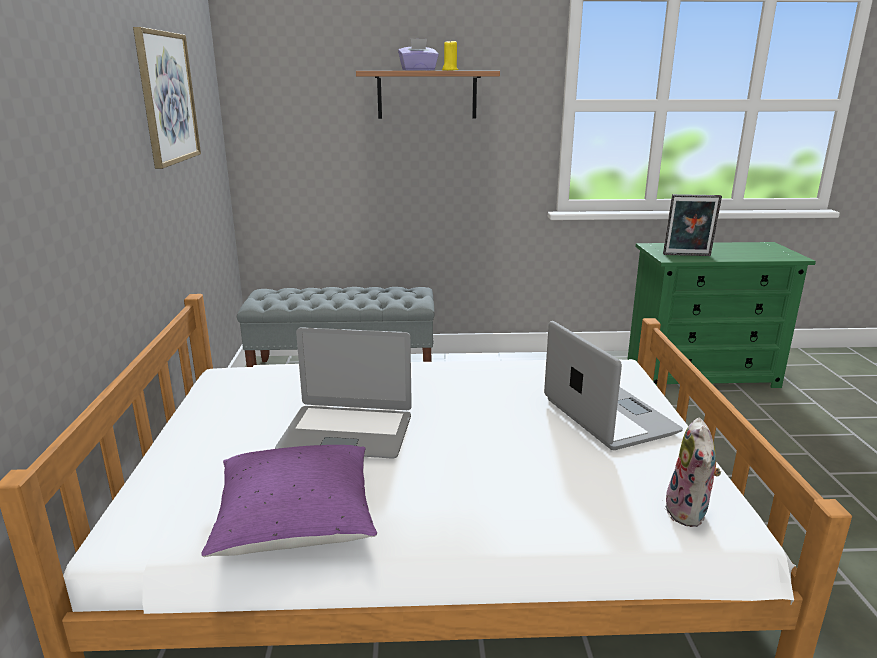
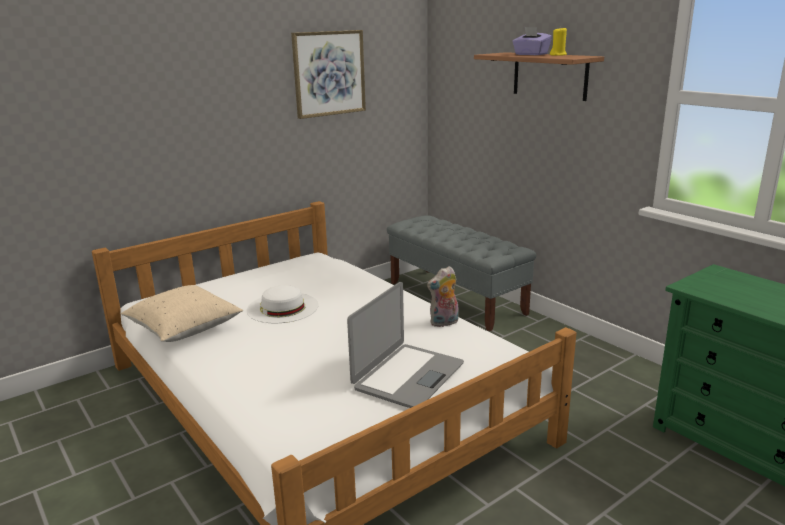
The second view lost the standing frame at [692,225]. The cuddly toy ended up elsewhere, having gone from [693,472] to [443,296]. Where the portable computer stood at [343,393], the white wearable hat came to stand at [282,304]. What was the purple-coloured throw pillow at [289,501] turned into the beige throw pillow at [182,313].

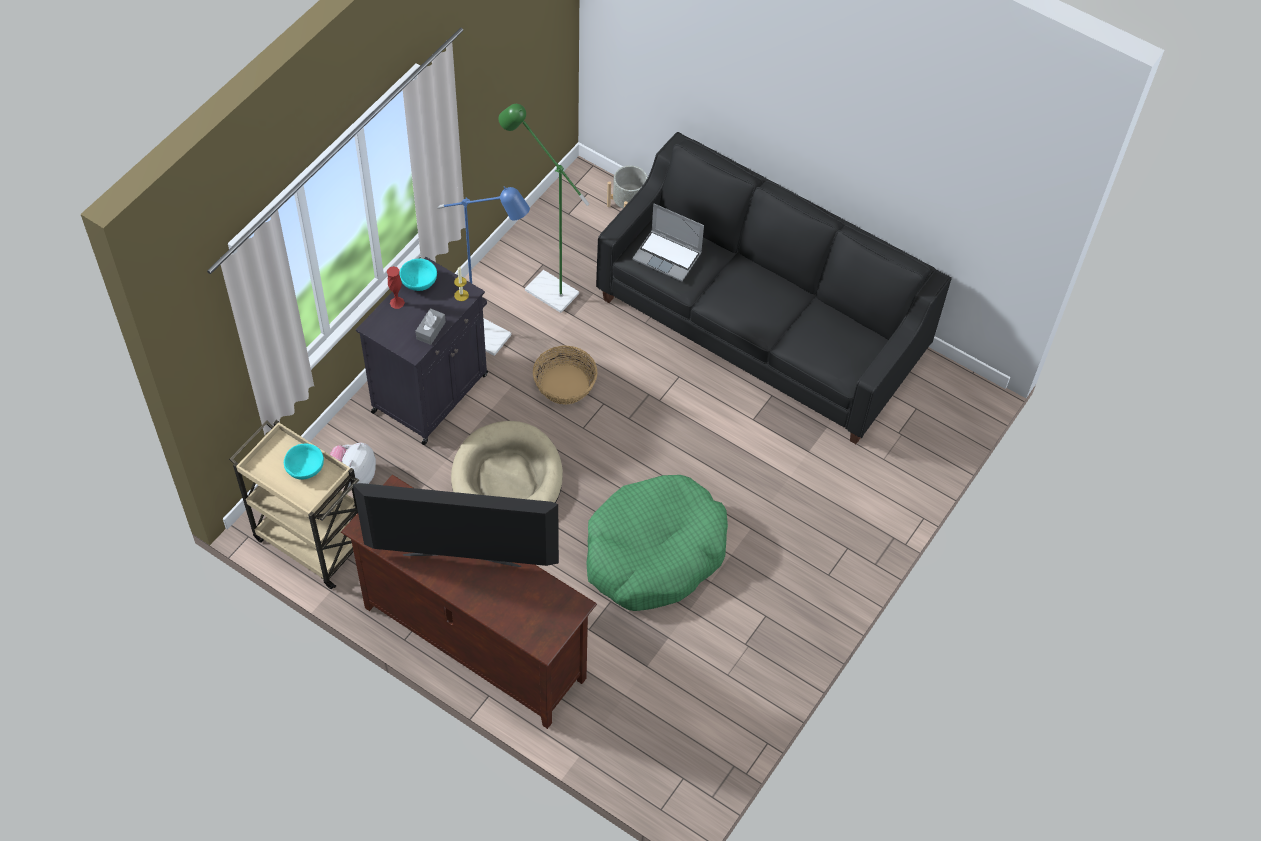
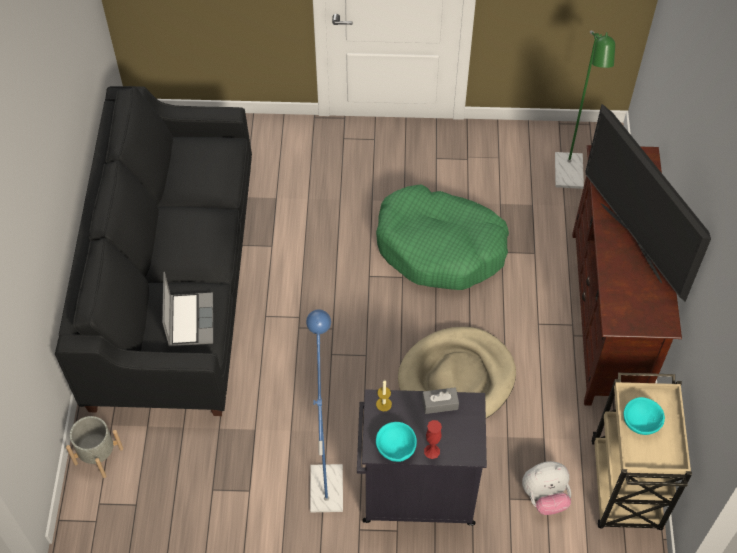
The second view lost the storage basket at [565,375]. The greenish standard lamp ended up elsewhere, having gone from [544,208] to [585,109].

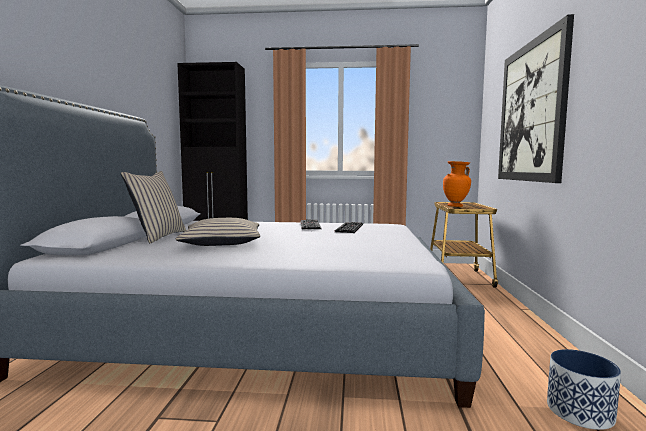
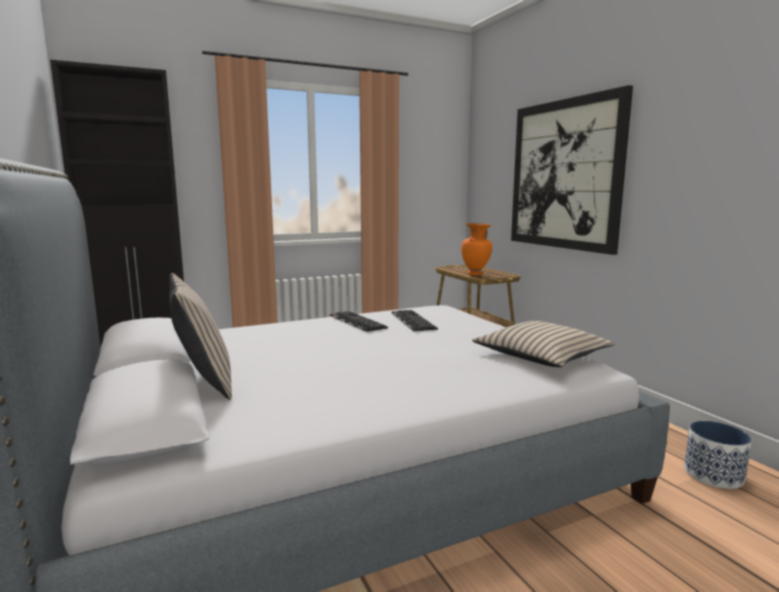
The beige throw pillow ended up elsewhere, having gone from [218,232] to [543,344].

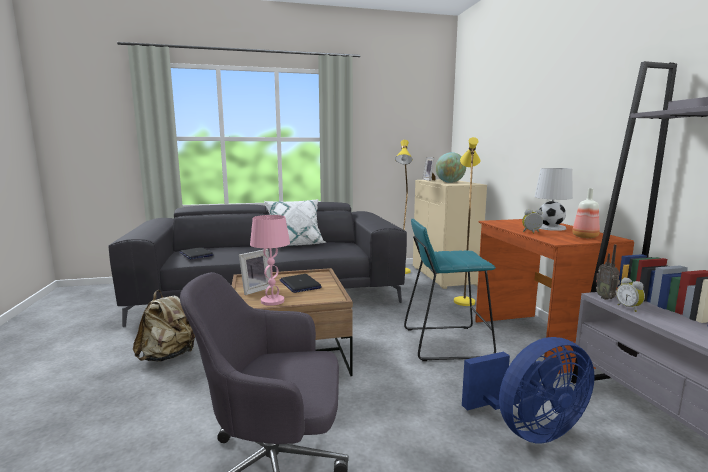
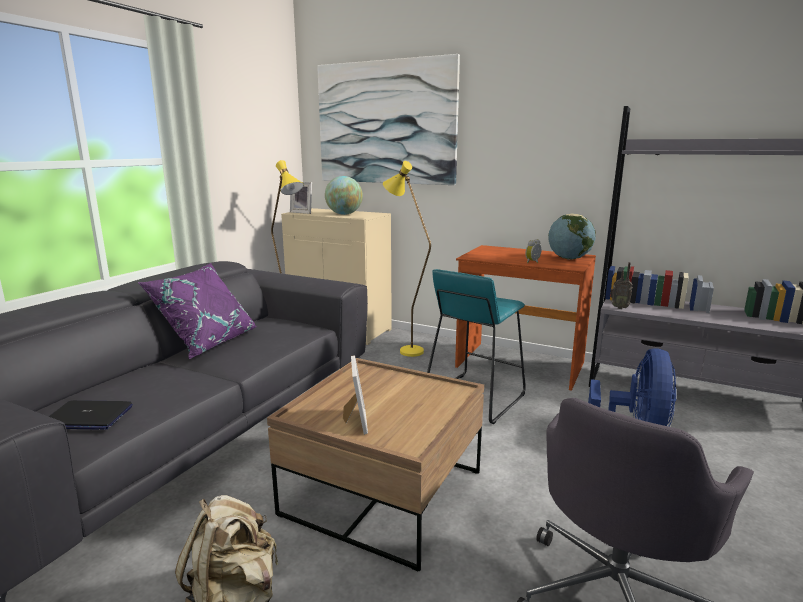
The second view lost the pink table lamp at [270,260]. The second view lost the portable computer at [301,283]. The second view lost the white table lamp at [554,199]. The second view lost the bedside clock at [630,294]. The second view gained the wall picture at [388,119]. Where the bottle stood at [586,213], the globe came to stand at [572,236]. What was the white throw pillow at [295,222] turned into the purple-coloured throw pillow at [197,311].

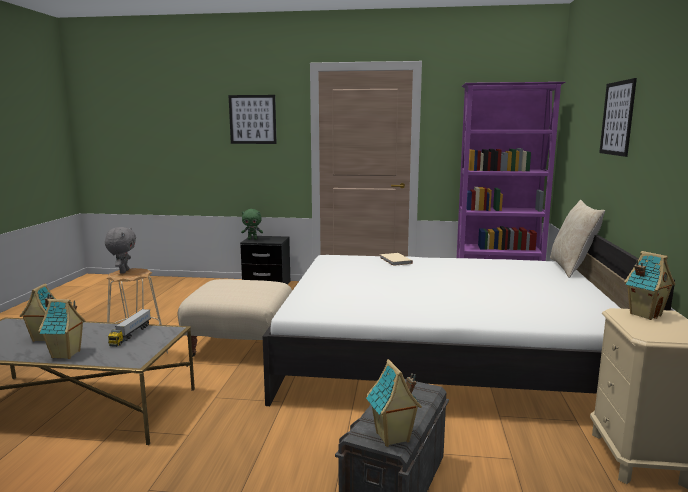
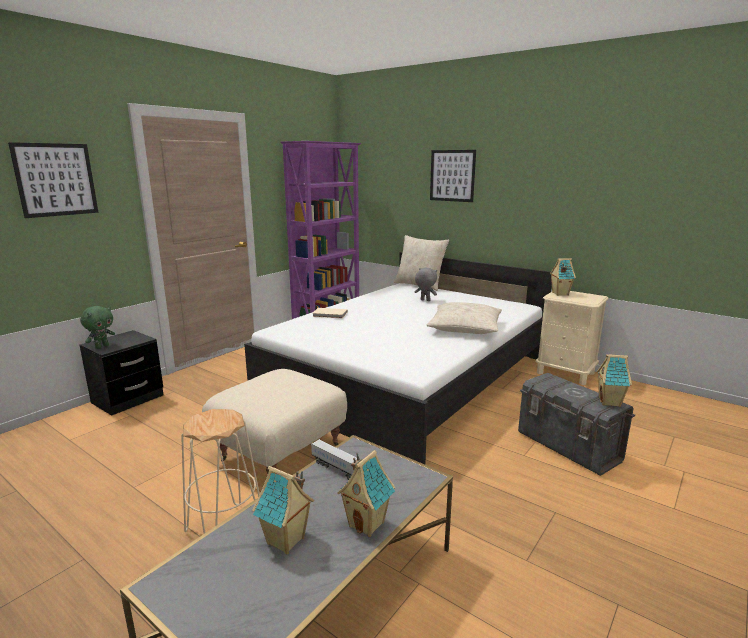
The second view gained the beige throw pillow at [464,318]. The greyish cuddly toy ended up elsewhere, having gone from [120,250] to [426,284].

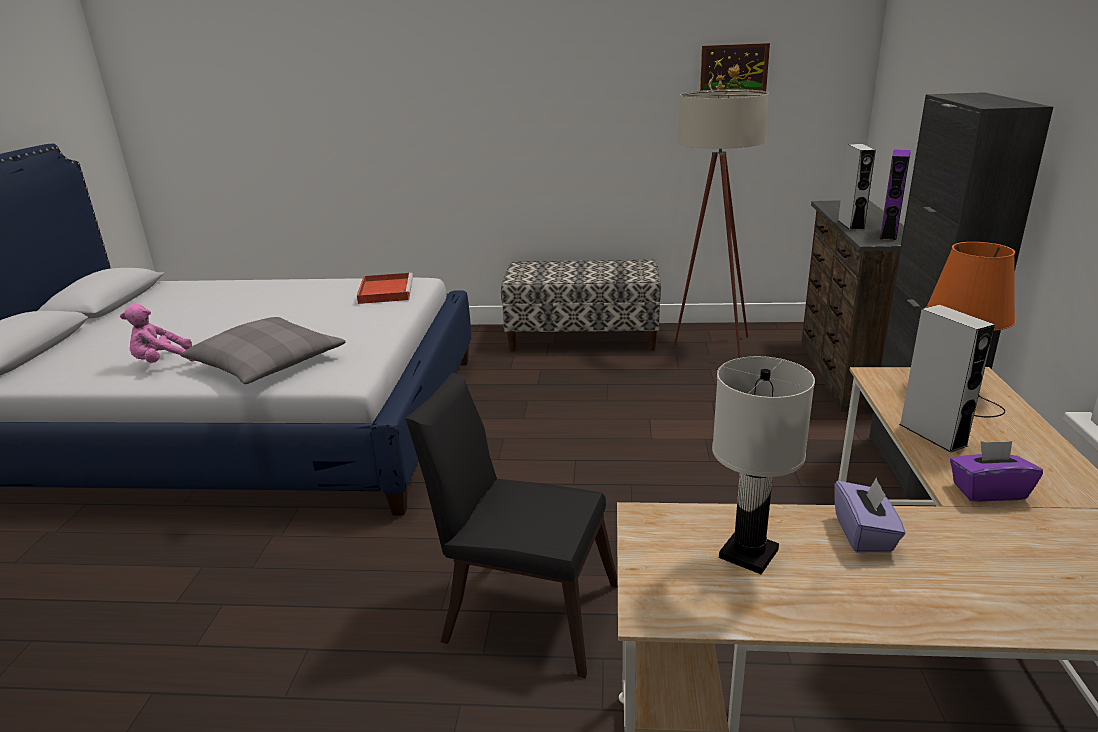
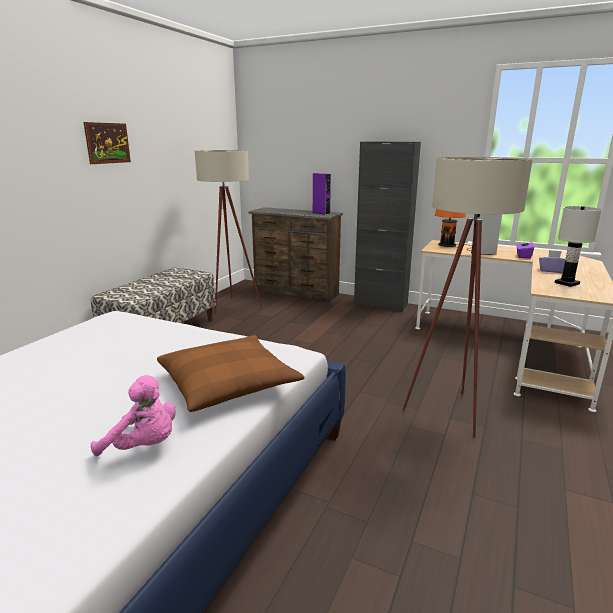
The second view lost the red carrying tray at [385,288]. The second view lost the greyish audio speaker at [857,187]. The wall picture ended up elsewhere, having gone from [735,67] to [107,143]. Where the black-coloured chair stood at [512,525], the beige standard lamp came to stand at [468,297]. What was the greyish throw pillow at [264,350] turned into the brown-coloured throw pillow at [230,373]. The pink cuddly toy at [157,333] ended up facing another way, 60 degrees counterclockwise from before.

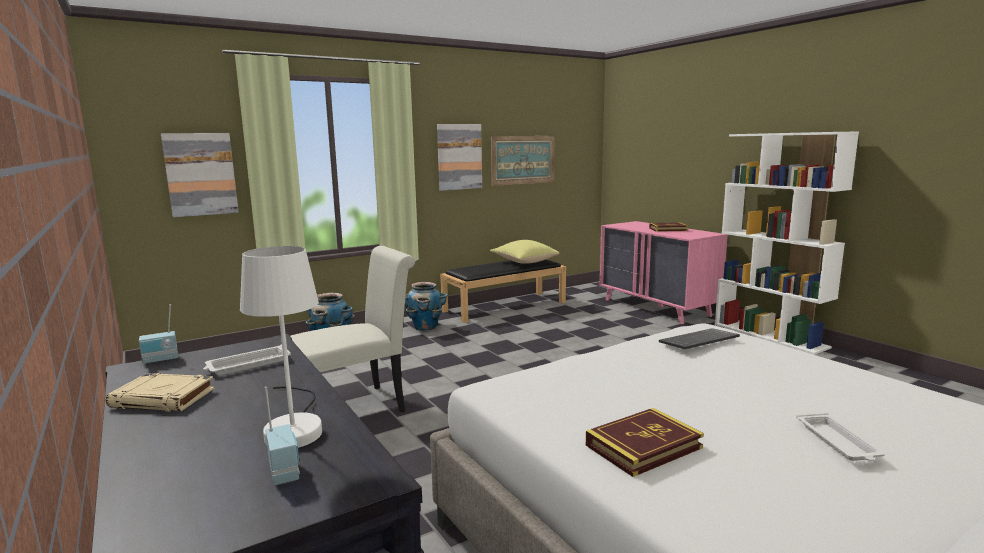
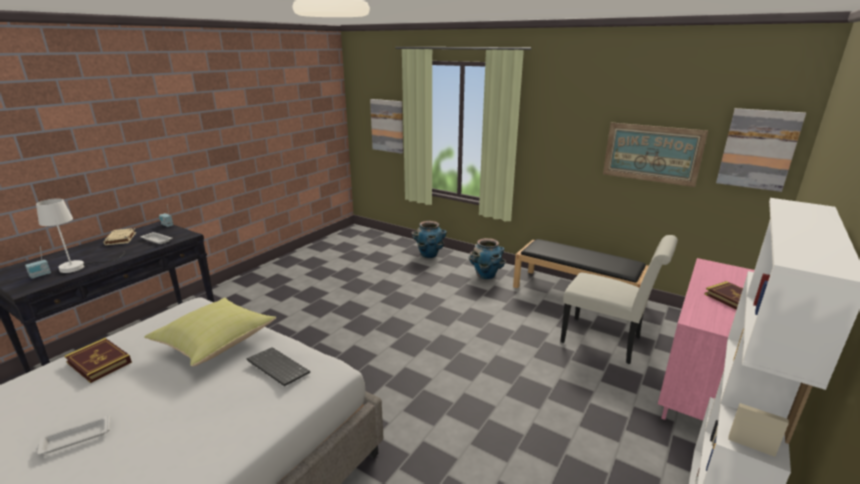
The white chair ended up elsewhere, having gone from [352,329] to [619,299]. The wall picture ended up elsewhere, having gone from [459,157] to [761,150]. The yellow throw pillow ended up elsewhere, having gone from [524,252] to [210,332].

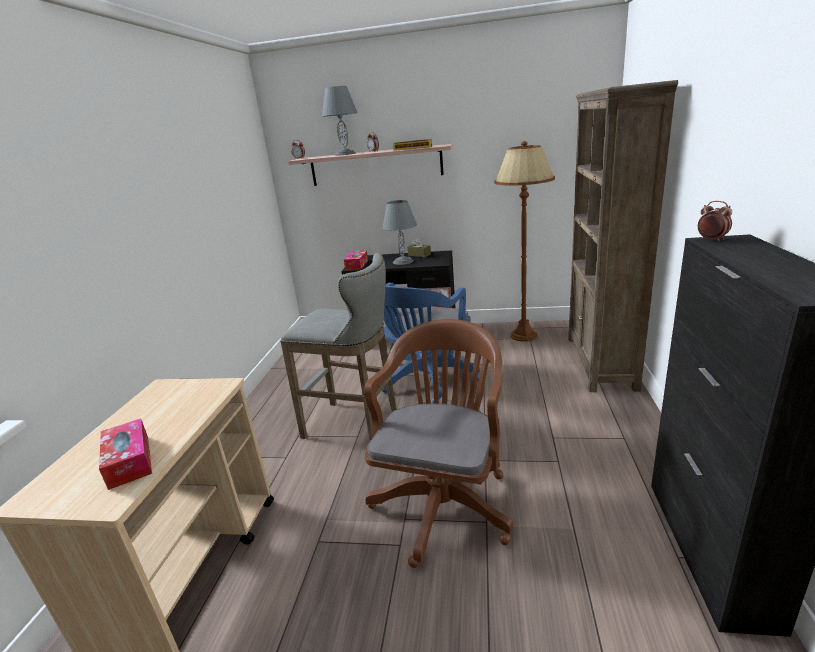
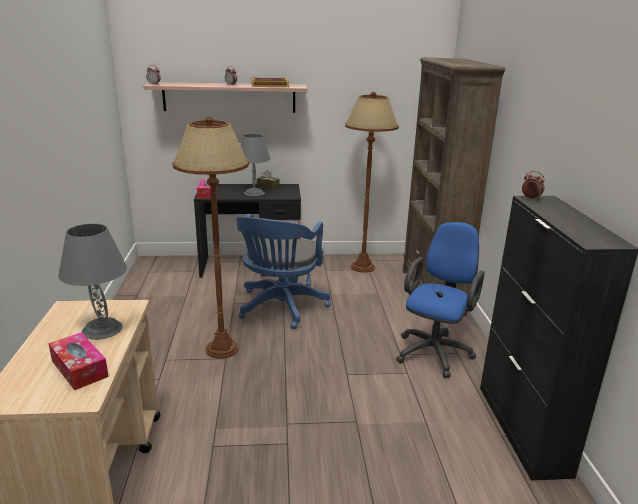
The second view lost the brown-coloured desk chair at [438,443]. The second view gained the bluish desk chair at [440,300]. The greyish table lamp ended up elsewhere, having gone from [340,121] to [92,281]. Where the greyish sitting stool stood at [338,347], the brown-coloured standard lamp came to stand at [210,238].

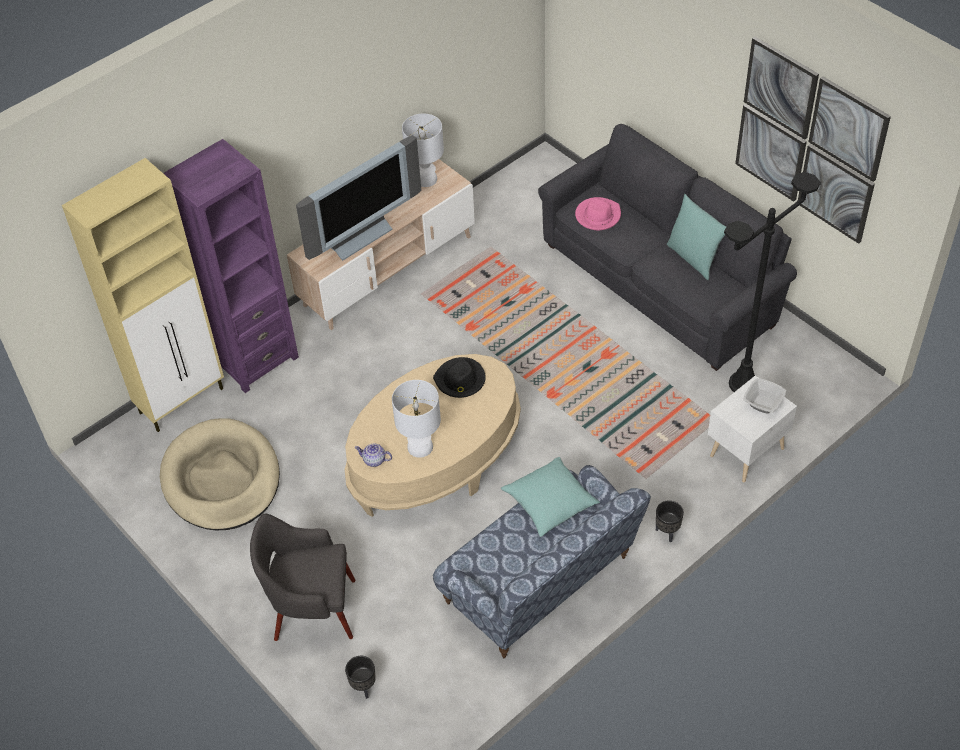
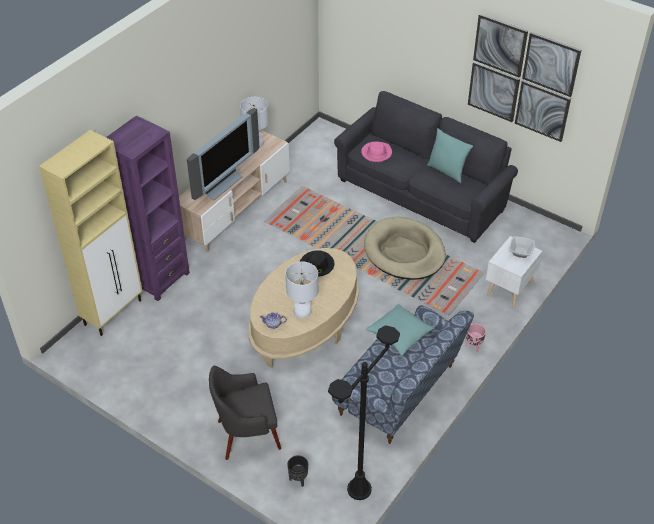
The beige dog bed ended up elsewhere, having gone from [220,474] to [405,248]. The black-coloured standard lamp ended up elsewhere, having gone from [772,282] to [364,412]. What was the black-coloured planter at [670,521] turned into the pink planter at [476,338].

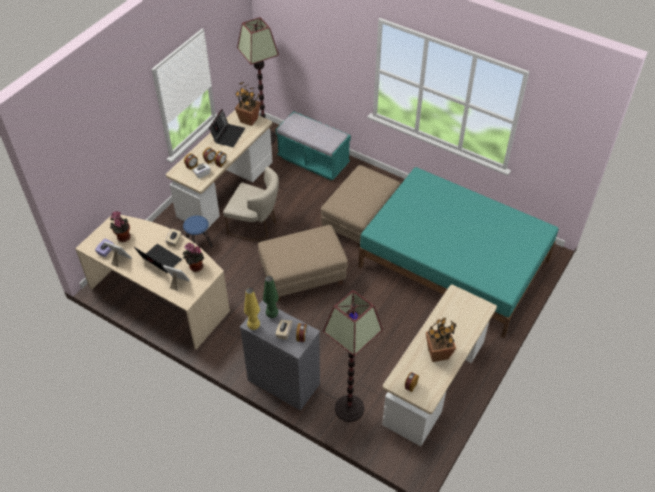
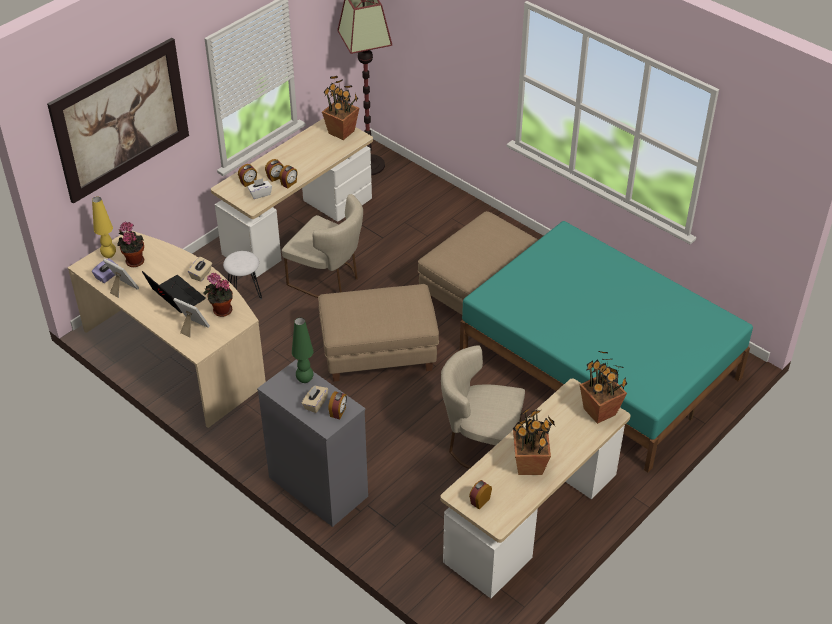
The second view lost the portable computer at [227,128]. The second view lost the turquoise long seat at [313,145]. The second view lost the standard lamp at [353,356]. The second view gained the wall picture at [118,121]. The second view gained the beige chair at [483,407]. The second view gained the plant in a pot at [603,387]. The yellow table lamp ended up elsewhere, having gone from [252,309] to [104,227]. What was the bluish sitting stool at [197,231] turned into the white sitting stool at [242,275].

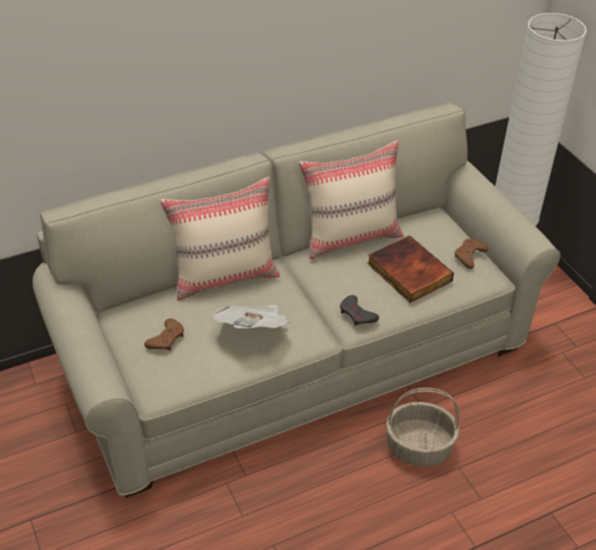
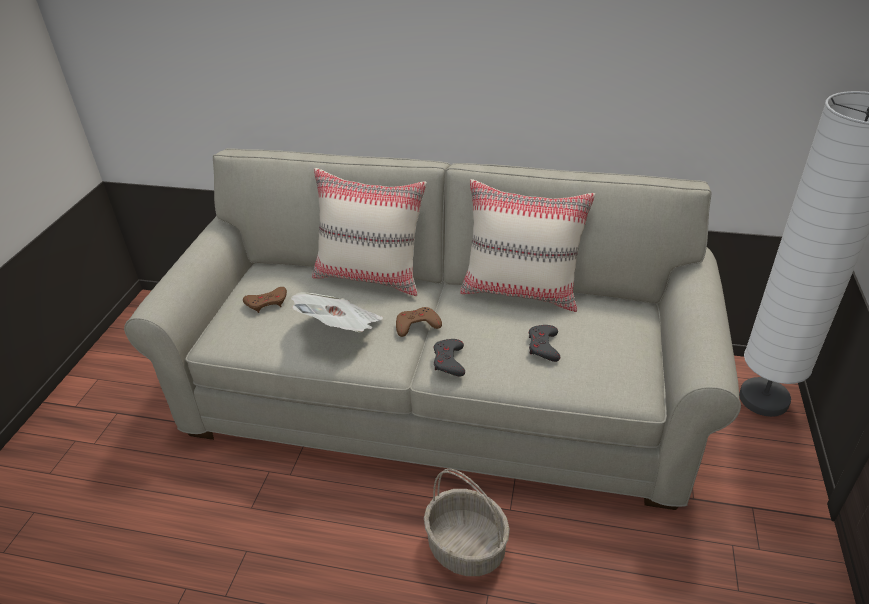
The brown-coloured game controller ended up elsewhere, having gone from [471,254] to [419,322]. Where the book stood at [410,269], the greyish game controller came to stand at [544,343].

